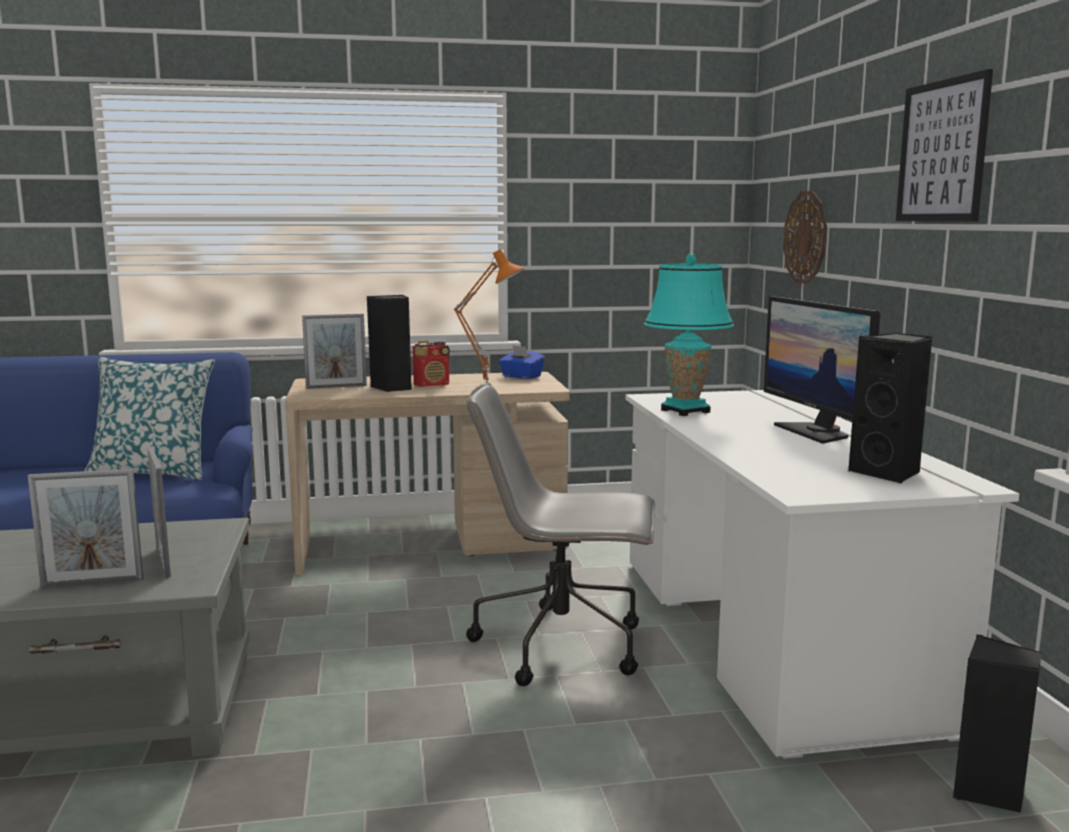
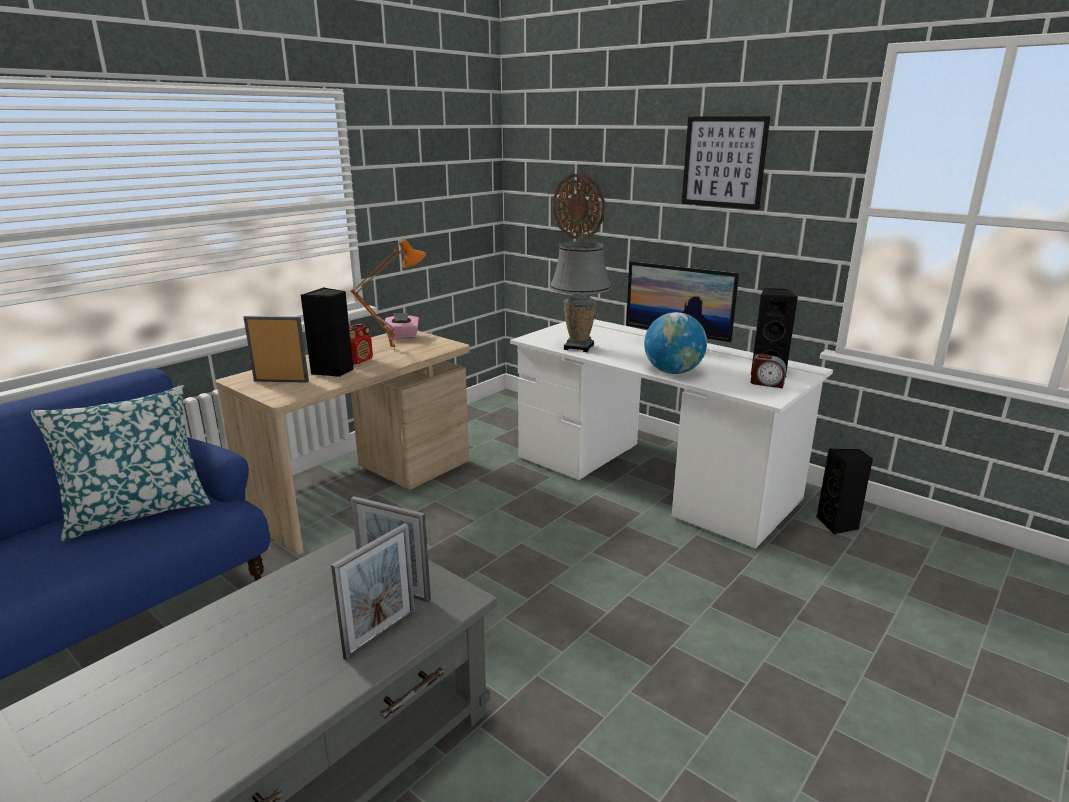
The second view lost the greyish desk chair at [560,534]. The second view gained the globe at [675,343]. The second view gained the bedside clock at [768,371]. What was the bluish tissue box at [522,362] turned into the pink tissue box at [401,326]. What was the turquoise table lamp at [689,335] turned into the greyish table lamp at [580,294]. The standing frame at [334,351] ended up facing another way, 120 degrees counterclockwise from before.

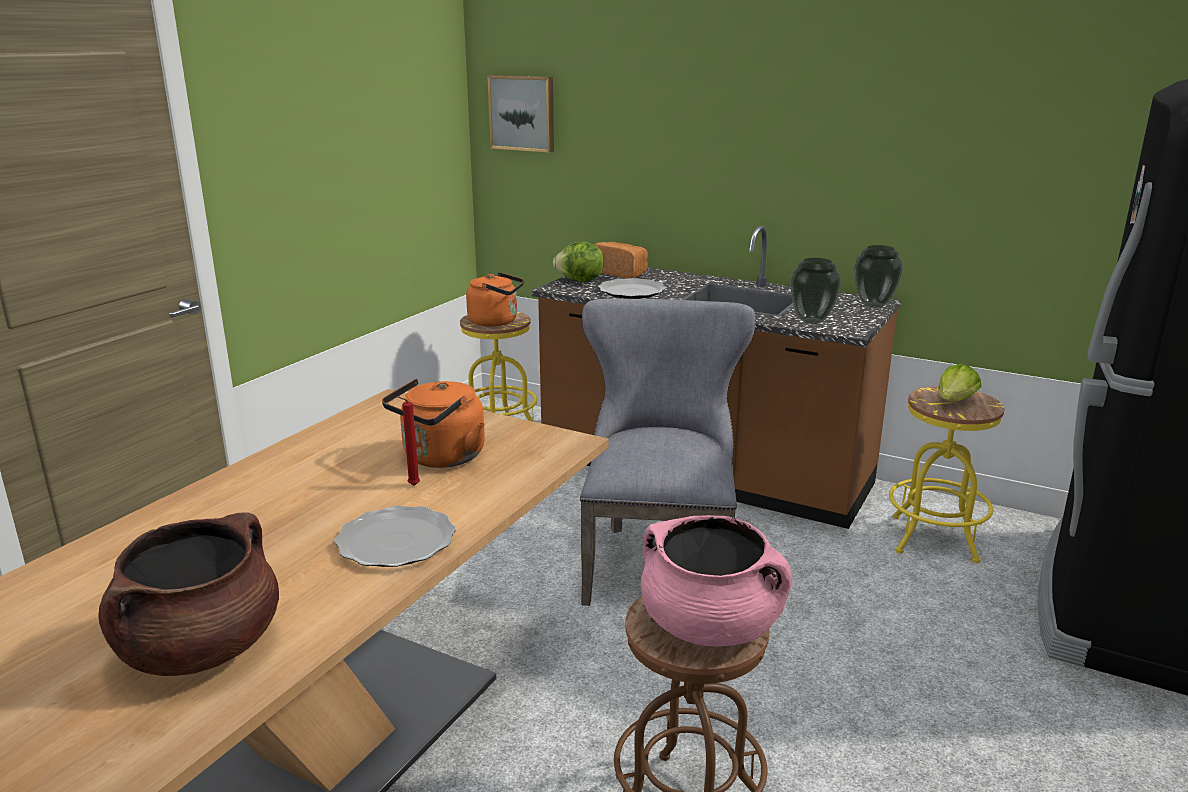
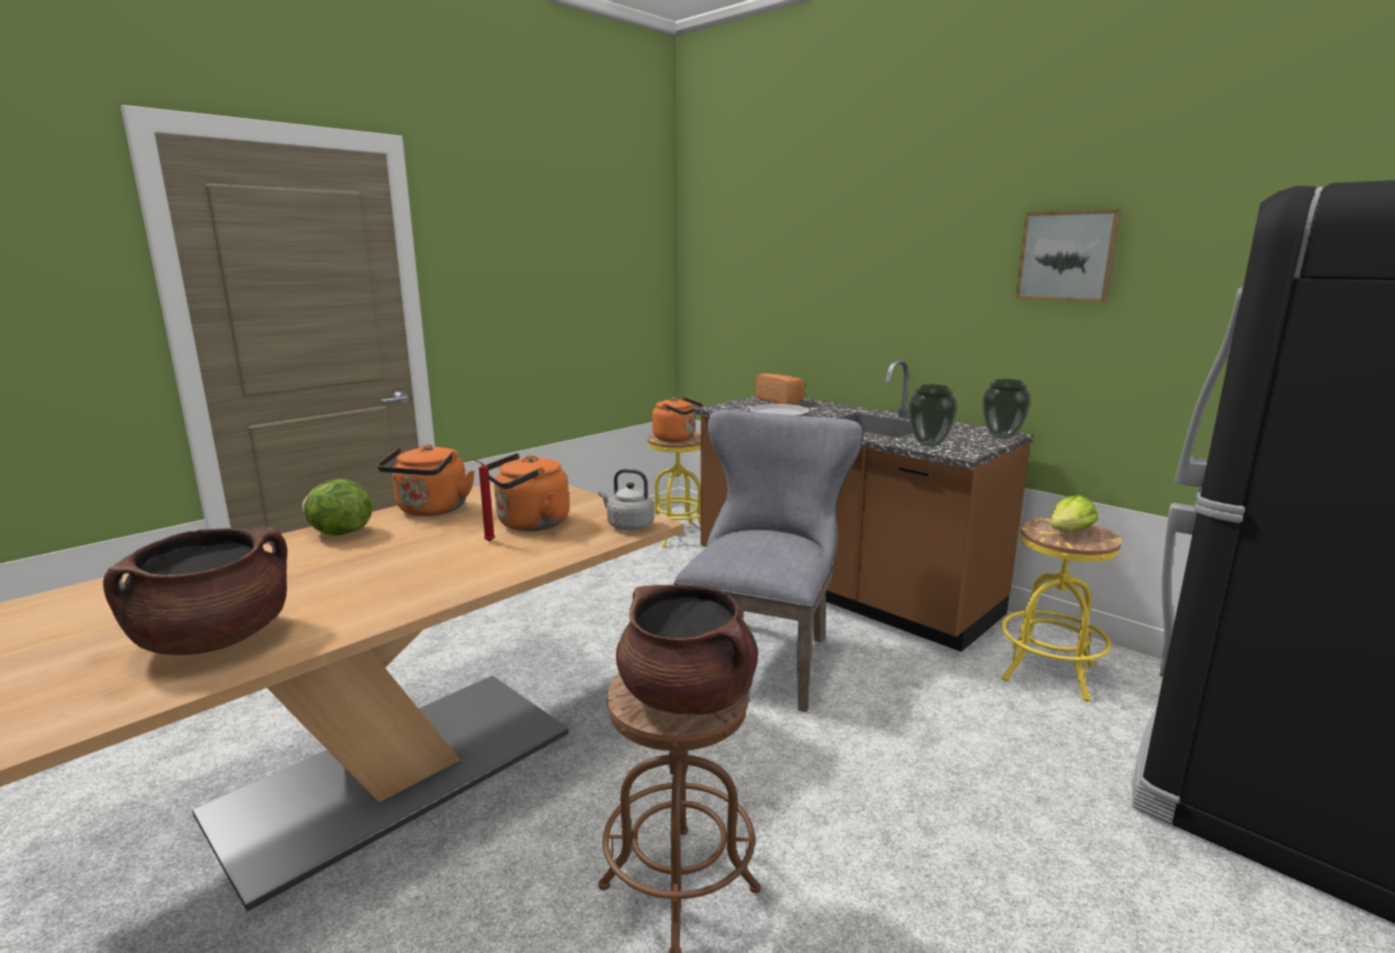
The second view lost the dinner plate at [395,536]. The second view gained the orange water kettle at [426,480]. The second view gained the greyish water kettle at [626,499]. The wall picture ended up elsewhere, having gone from [520,114] to [1069,255]. The lettuce head ended up elsewhere, having gone from [578,262] to [337,507]. What was the pink saucepot at [716,581] turned into the brown-coloured saucepot at [687,649].

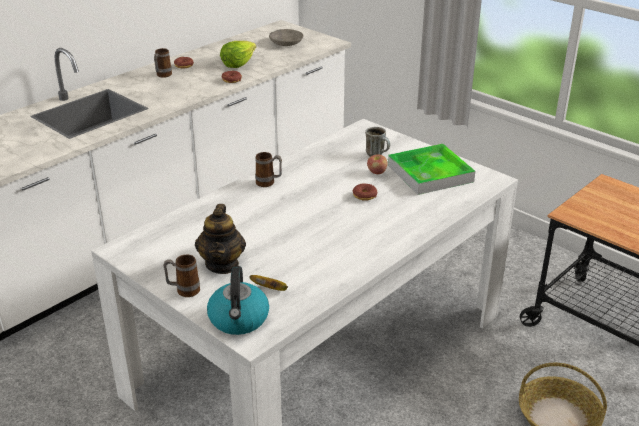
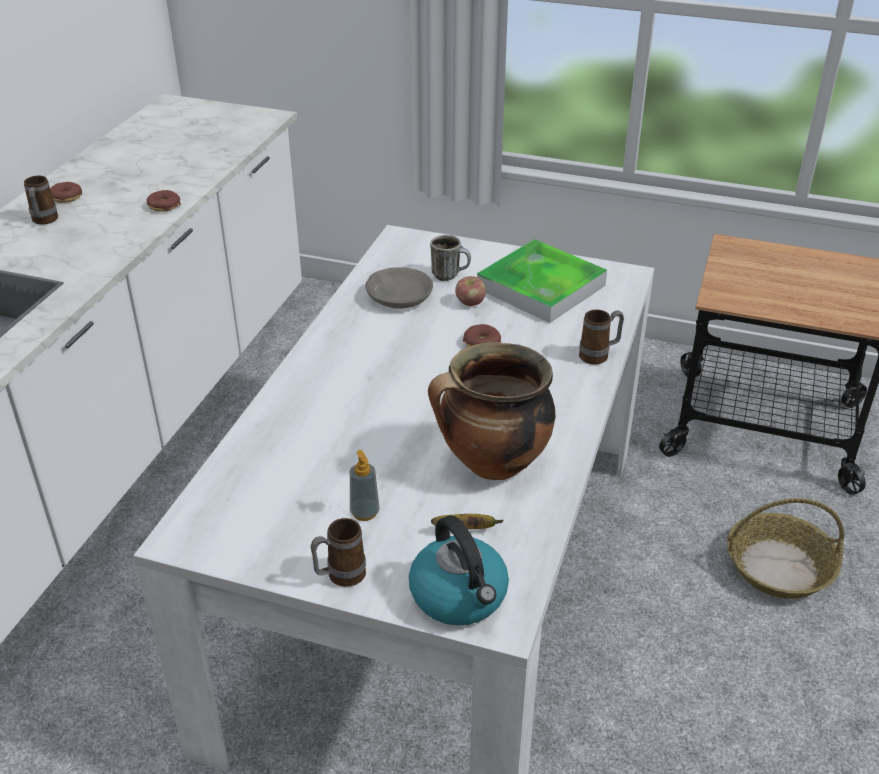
The second view lost the lettuce head at [238,54]. The second view gained the saucepot at [492,411]. The tea mug ended up elsewhere, having gone from [268,169] to [601,337]. The greyish serving bowl ended up elsewhere, having gone from [286,37] to [399,288]. Where the teapot stood at [220,239], the soap bottle came to stand at [365,485].

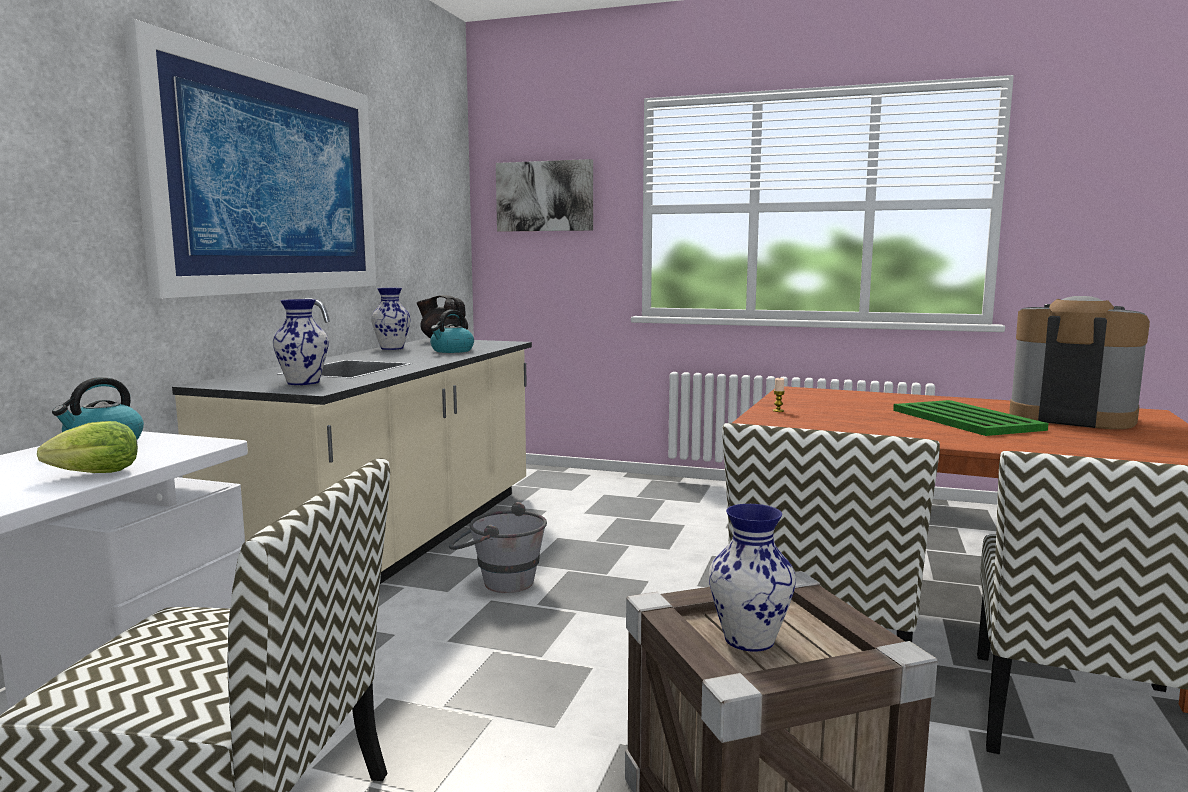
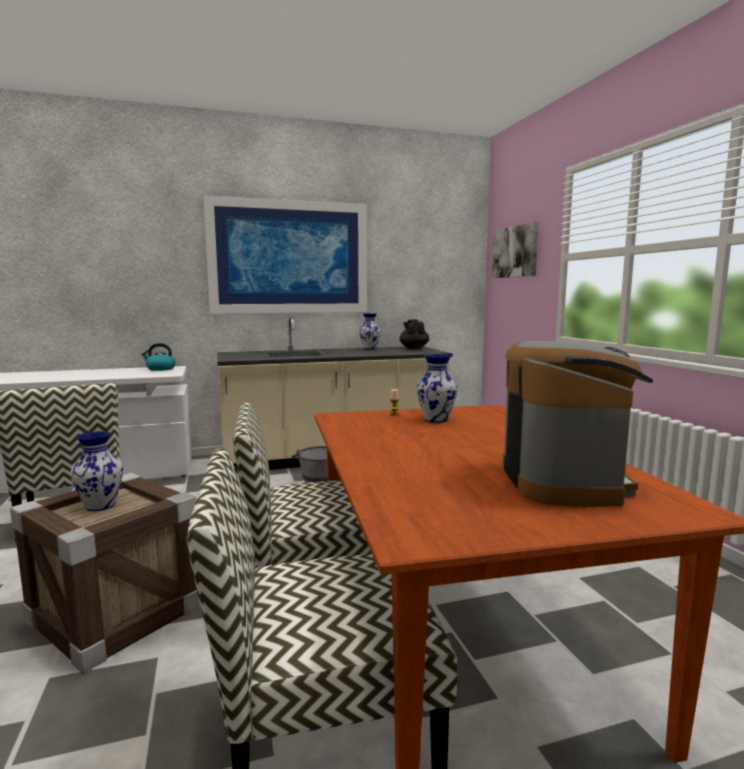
The second view lost the lettuce head at [87,447]. The second view lost the water kettle at [452,331]. The second view lost the greenish carrying tray at [970,418]. The decorative vase ended up elsewhere, having gone from [301,342] to [437,388].

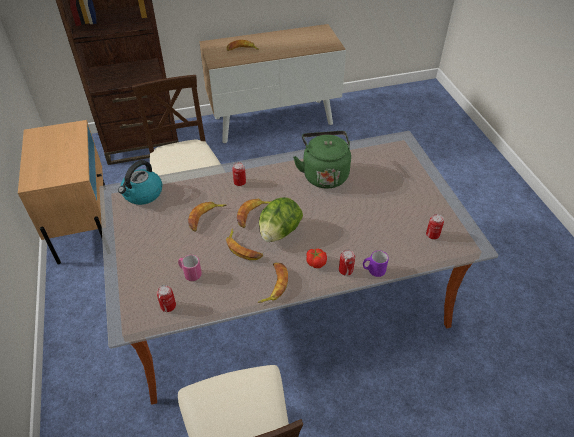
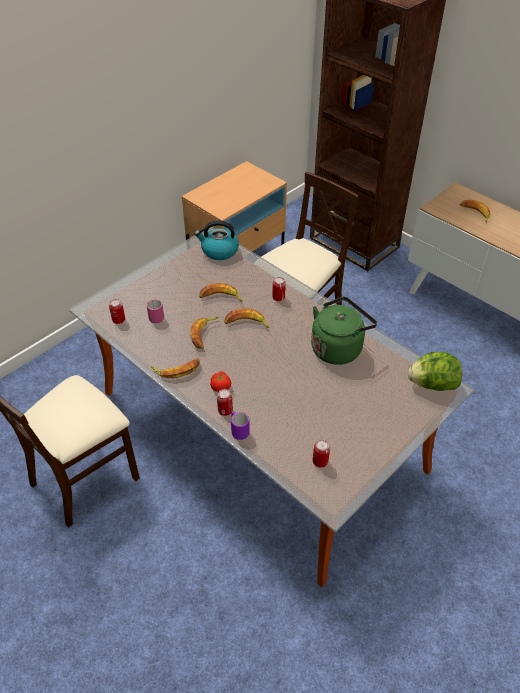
The lettuce head ended up elsewhere, having gone from [281,219] to [435,371].

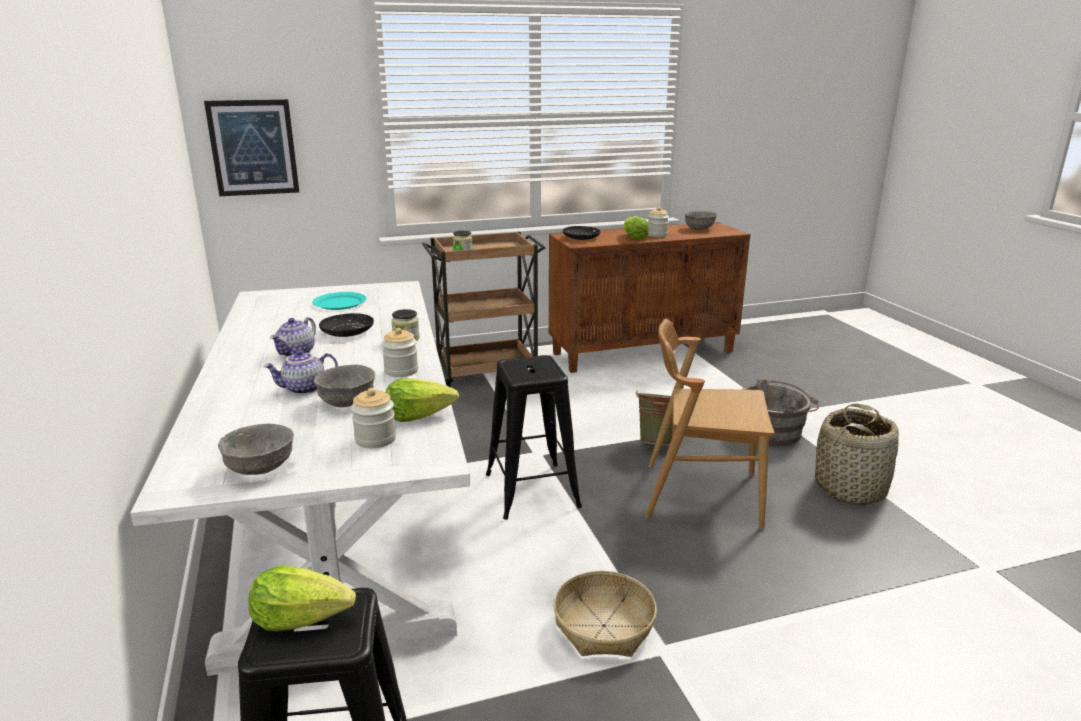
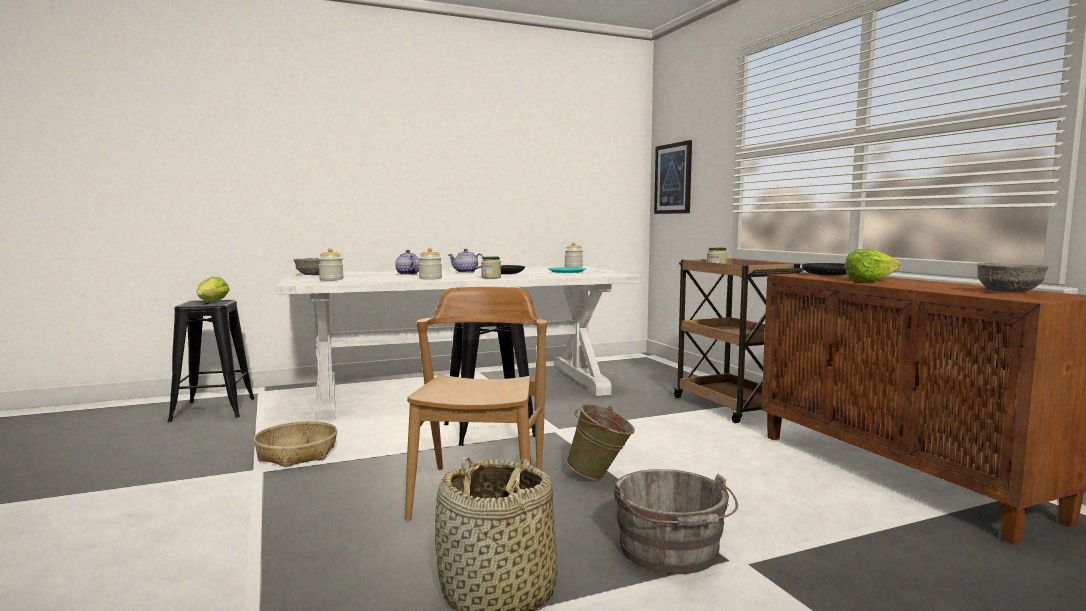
The second view lost the greyish serving bowl at [344,386]. The second view lost the lettuce head at [422,400]. The preserve jar ended up elsewhere, having gone from [658,222] to [574,254].

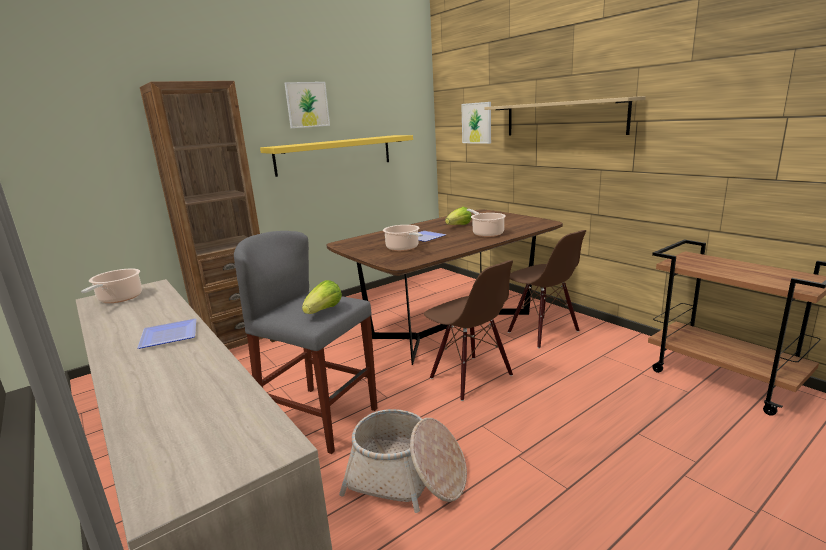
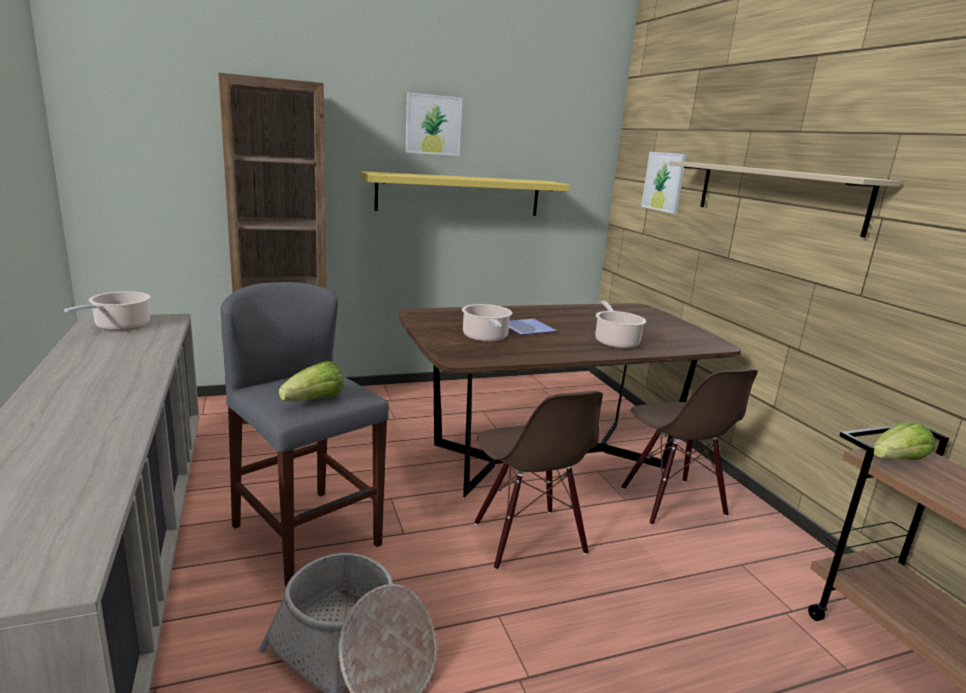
The second view lost the dinner plate at [166,334]. The lettuce head ended up elsewhere, having gone from [458,216] to [904,441].

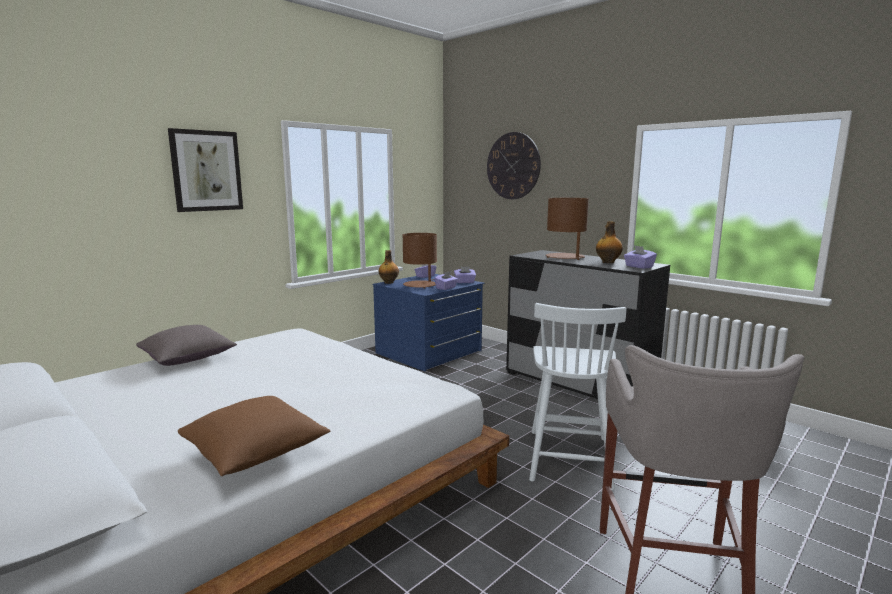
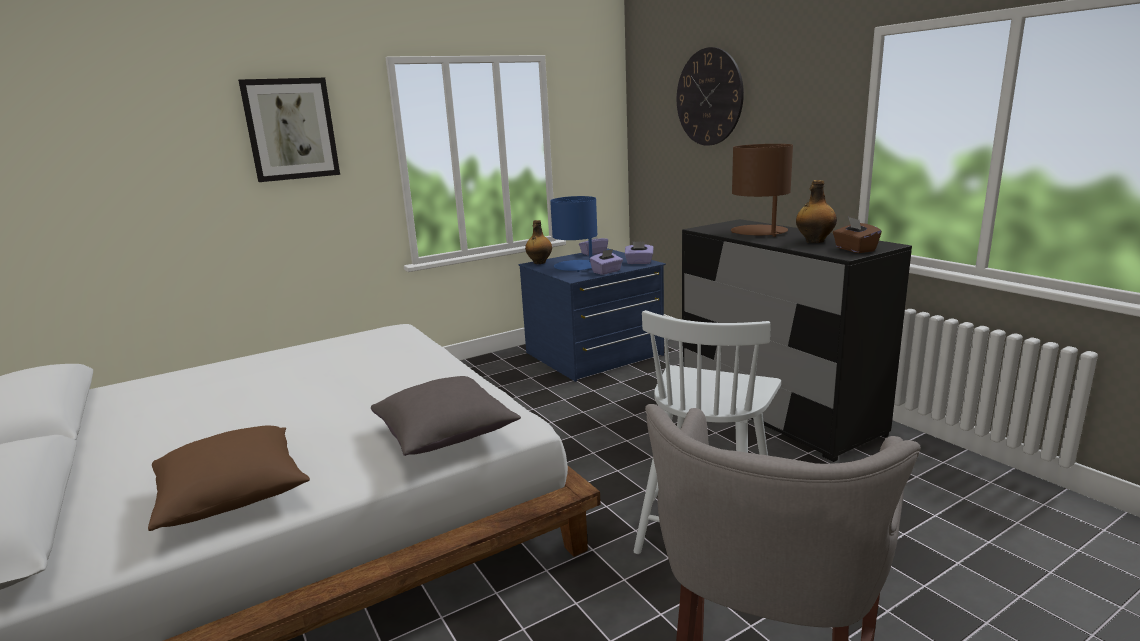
The greyish throw pillow ended up elsewhere, having gone from [186,345] to [446,416]. What was the brown-coloured table lamp at [420,261] turned into the bluish table lamp at [573,234]. What was the purple-coloured tissue box at [640,257] turned into the brown-coloured tissue box at [857,235].

